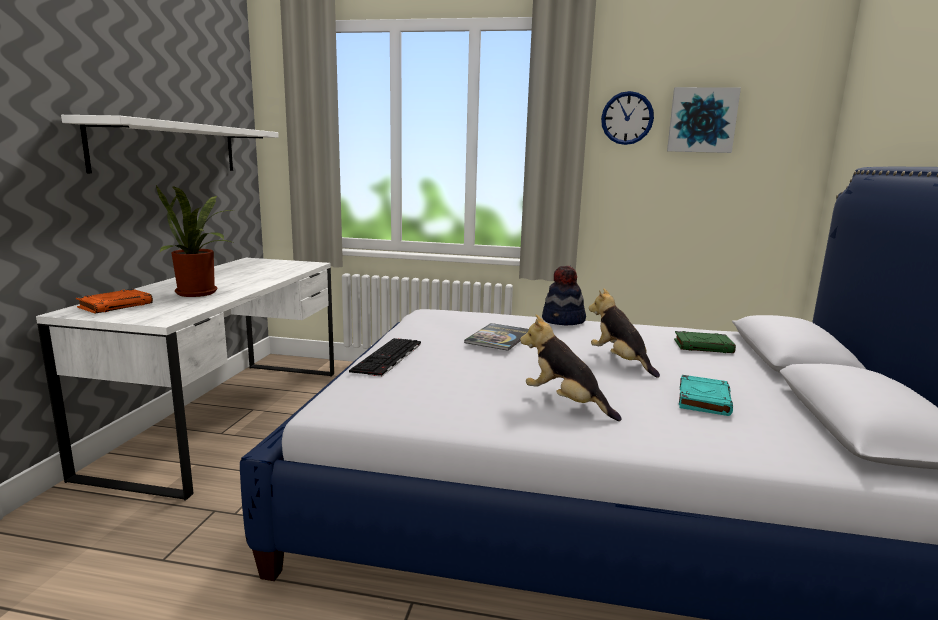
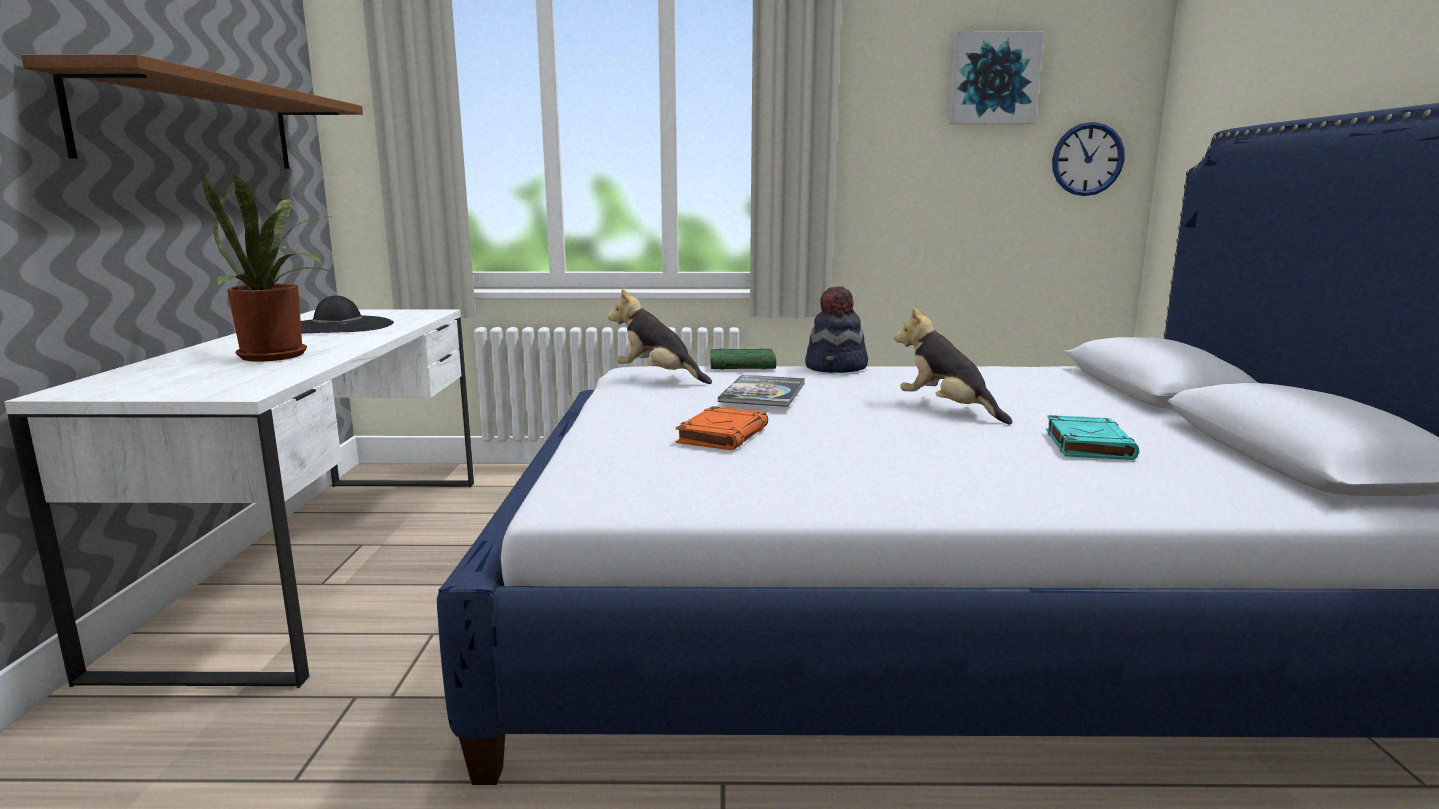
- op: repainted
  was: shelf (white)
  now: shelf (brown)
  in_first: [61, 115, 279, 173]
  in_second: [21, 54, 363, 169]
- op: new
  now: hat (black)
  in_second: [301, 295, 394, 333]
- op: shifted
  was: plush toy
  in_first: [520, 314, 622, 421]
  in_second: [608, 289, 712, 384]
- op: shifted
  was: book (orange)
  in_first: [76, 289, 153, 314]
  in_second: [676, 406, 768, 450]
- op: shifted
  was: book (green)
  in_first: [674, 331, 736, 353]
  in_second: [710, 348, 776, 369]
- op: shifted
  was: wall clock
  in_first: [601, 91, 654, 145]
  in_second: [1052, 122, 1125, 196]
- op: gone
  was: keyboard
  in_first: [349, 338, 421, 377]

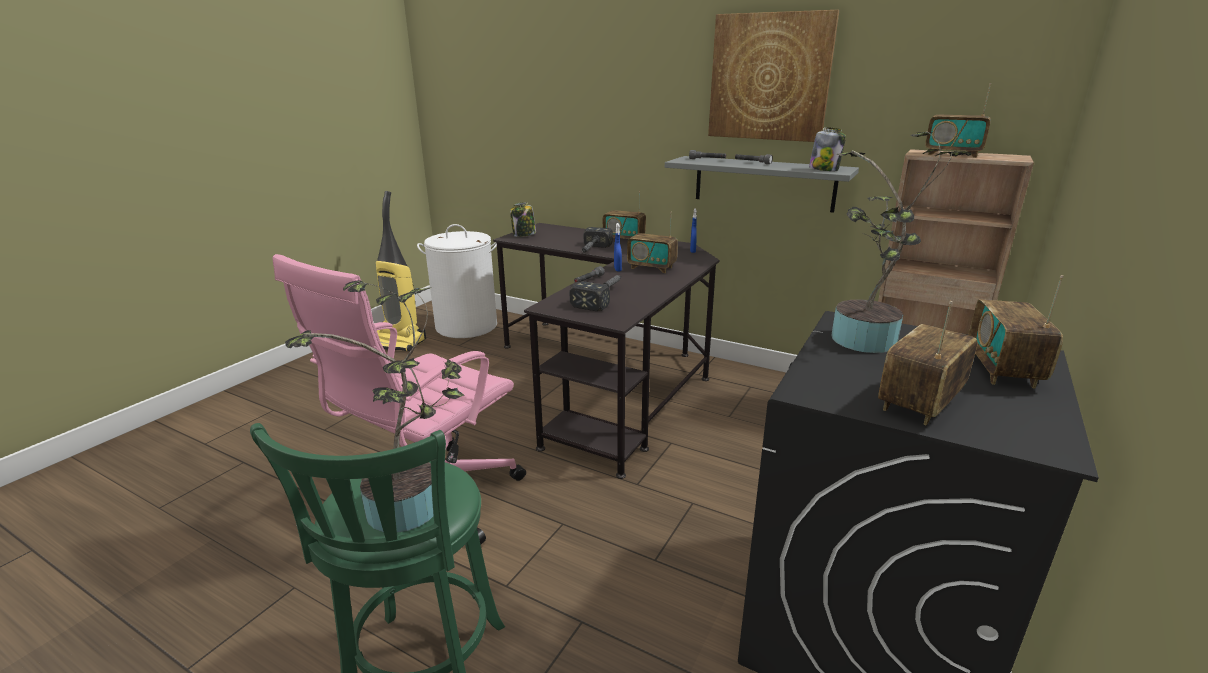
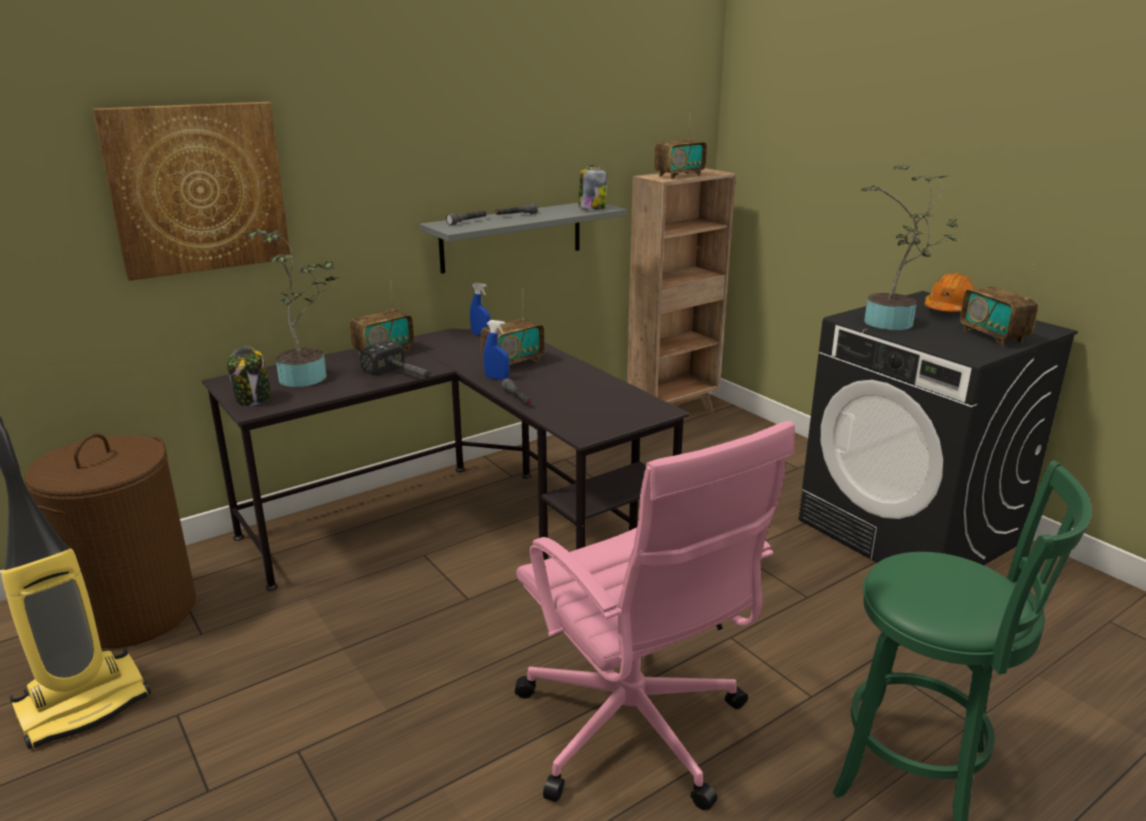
- op: repainted
  was: laundry basket (white)
  now: laundry basket (brown)
  in_first: [417, 224, 497, 338]
  in_second: [24, 433, 196, 648]
- op: shifted
  was: picture
  in_first: [708, 10, 839, 142]
  in_second: [93, 102, 290, 281]
- op: shifted
  was: potted plant
  in_first: [285, 280, 465, 533]
  in_second: [247, 229, 340, 387]
- op: swapped
  was: radio
  now: hard hat (orange)
  in_first: [968, 275, 1064, 389]
  in_second: [924, 273, 975, 312]
- op: gone
  was: hammer
  in_first: [569, 275, 622, 311]

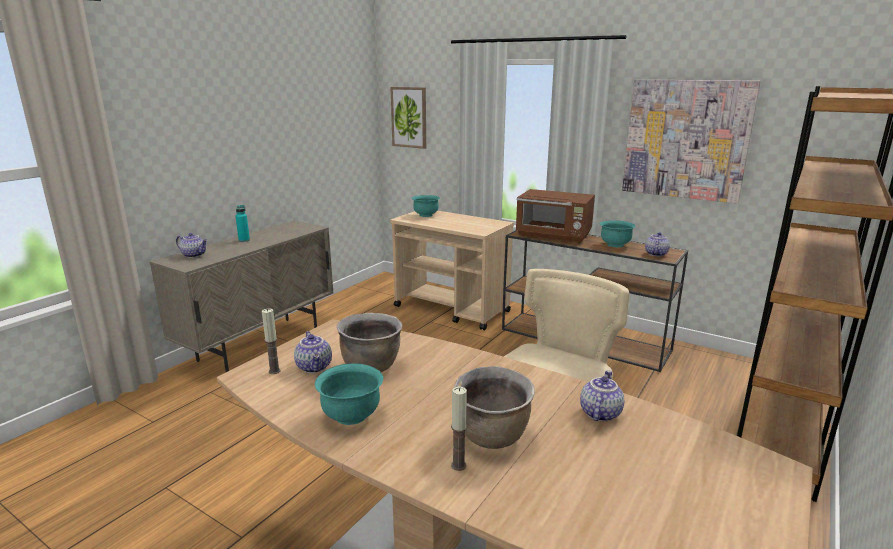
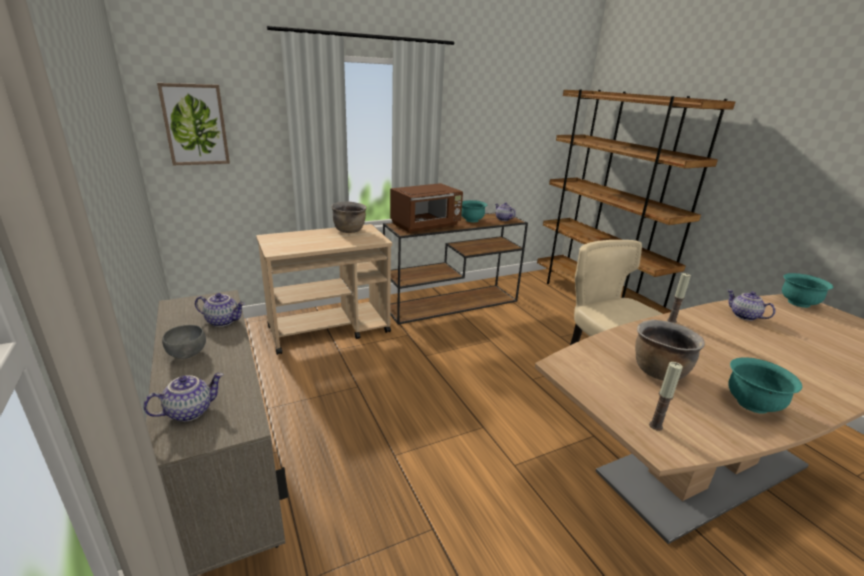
- op: swapped
  was: bottle (turquoise)
  now: bowl (grey)
  in_first: [235, 205, 250, 242]
  in_second: [162, 325, 206, 359]
- op: shifted
  was: teapot
  in_first: [294, 331, 332, 373]
  in_second: [195, 293, 245, 327]
- op: shifted
  was: cooking pot (brown)
  in_first: [454, 366, 535, 449]
  in_second: [331, 201, 367, 233]
- op: shifted
  was: candle
  in_first: [451, 387, 467, 471]
  in_second: [667, 273, 691, 323]
- op: shifted
  was: bowl (turquoise)
  in_first: [412, 195, 440, 217]
  in_second: [782, 273, 833, 308]
- op: gone
  was: picture
  in_first: [622, 79, 761, 203]

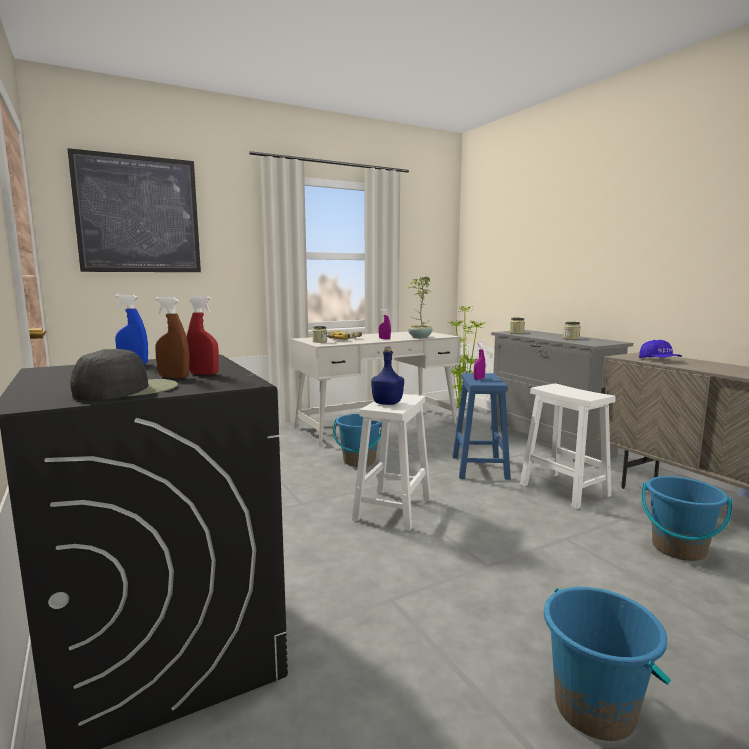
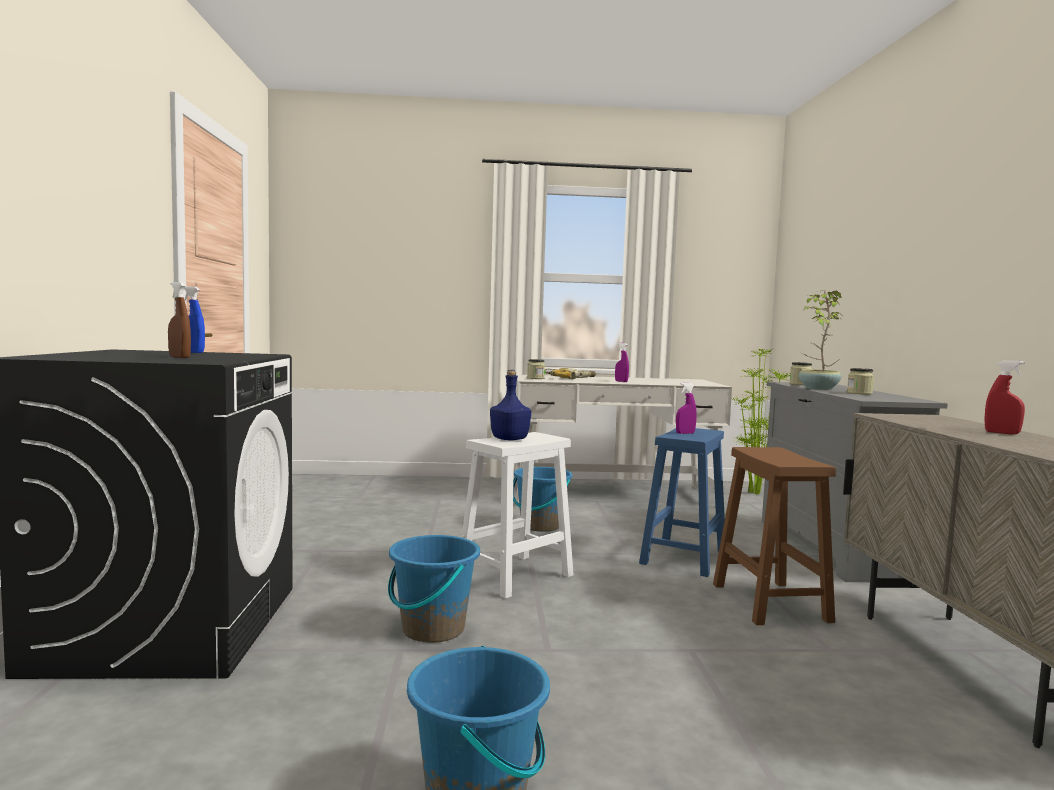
- op: shifted
  was: bucket (blue)
  in_first: [641, 476, 732, 561]
  in_second: [388, 535, 480, 643]
- op: repainted
  was: stool (white)
  now: stool (brown)
  in_first: [520, 384, 616, 509]
  in_second: [713, 447, 836, 625]
- op: shifted
  was: potted plant
  in_first: [408, 277, 432, 338]
  in_second: [799, 290, 843, 390]
- op: shifted
  was: spray bottle (red)
  in_first: [187, 296, 219, 375]
  in_second: [984, 360, 1025, 434]
- op: gone
  was: picture
  in_first: [67, 148, 201, 272]
- op: gone
  was: cap (black)
  in_first: [70, 349, 178, 401]
- op: gone
  was: cap (blue)
  in_first: [639, 340, 682, 358]

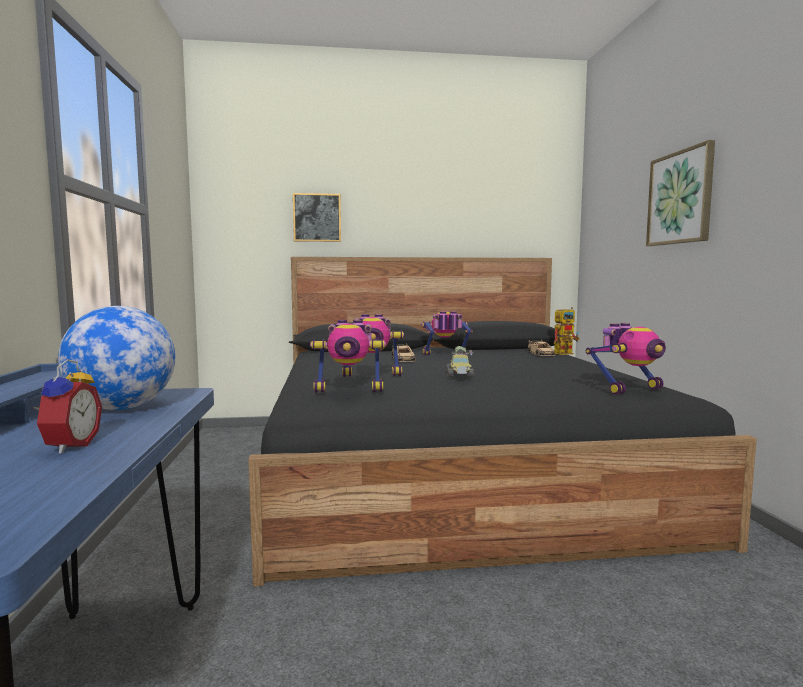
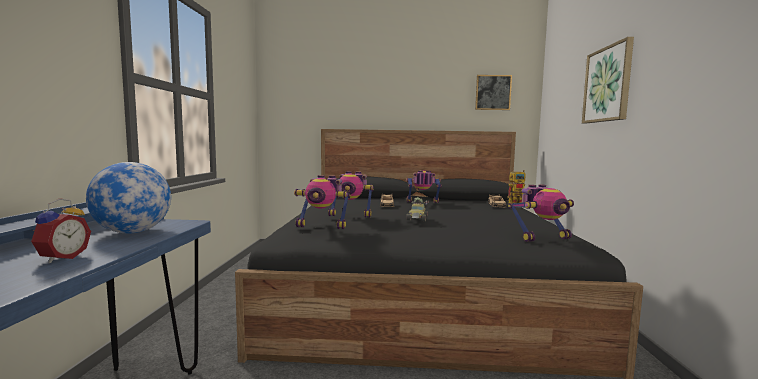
- op: shifted
  was: picture
  in_first: [293, 193, 341, 242]
  in_second: [475, 75, 512, 110]

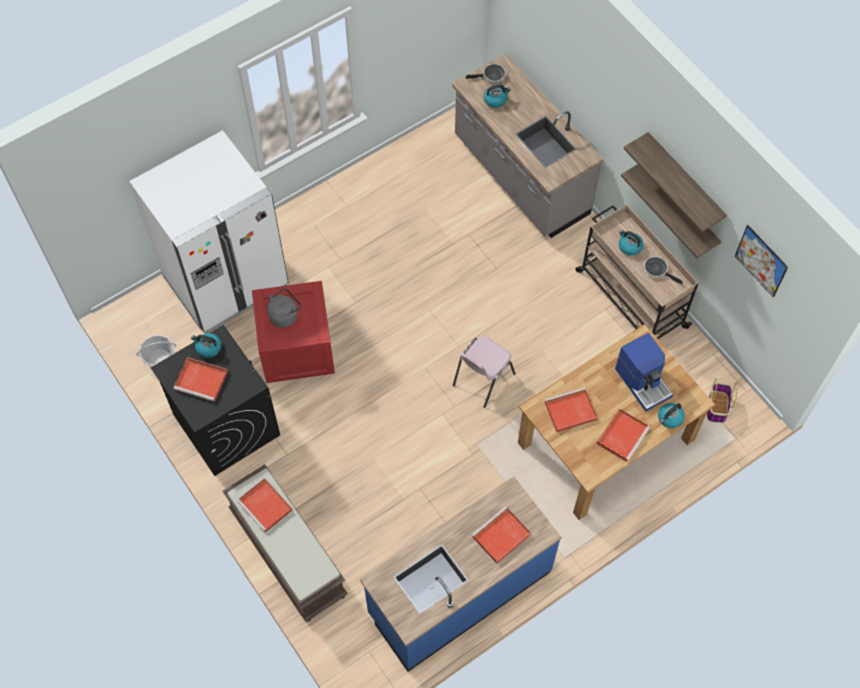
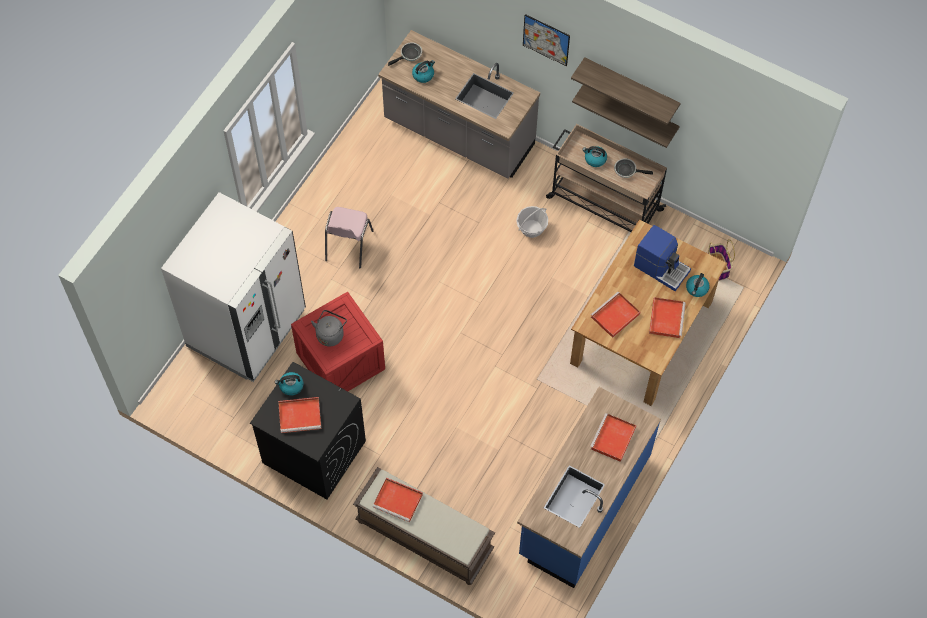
- op: shifted
  was: chair (pink)
  in_first: [453, 336, 515, 408]
  in_second: [325, 207, 374, 269]
- op: shifted
  was: basket
  in_first: [136, 335, 176, 367]
  in_second: [516, 206, 548, 238]
- op: shifted
  was: picture
  in_first: [735, 225, 788, 297]
  in_second: [523, 14, 570, 66]

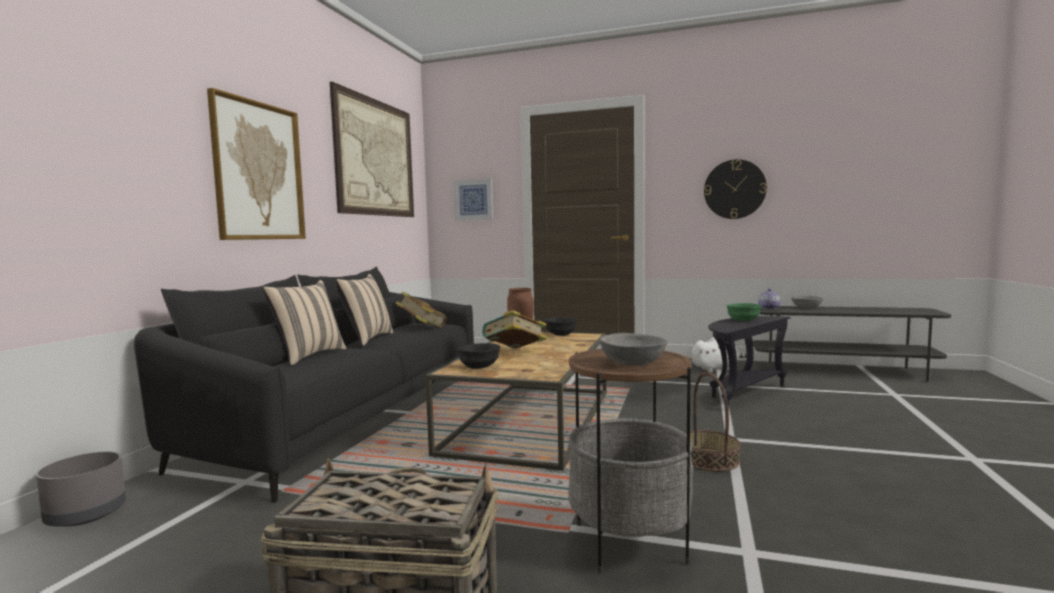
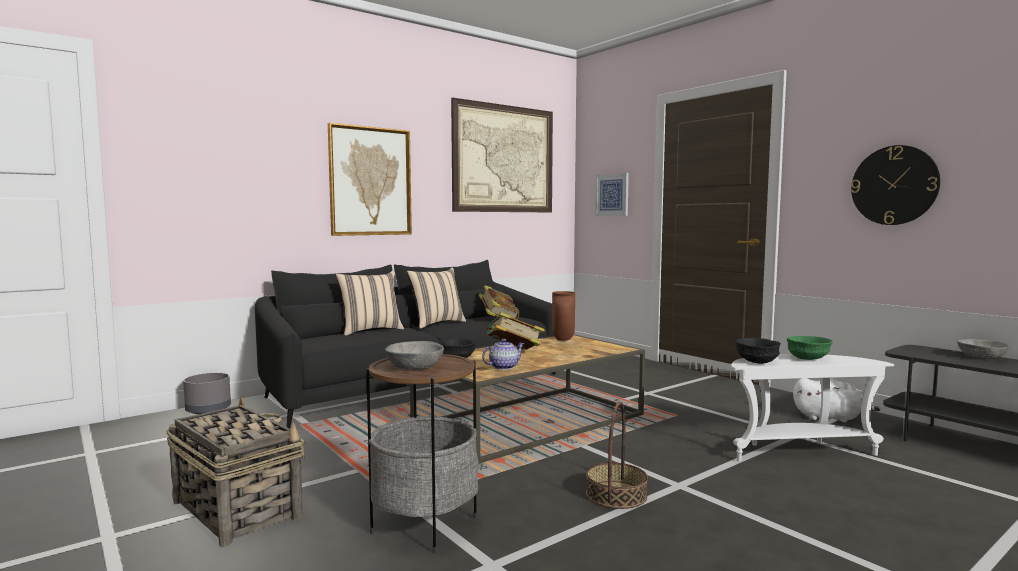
- op: shifted
  was: teapot
  in_first: [758, 289, 781, 309]
  in_second: [482, 339, 525, 370]
- op: repainted
  was: side table (black)
  now: side table (white)
  in_first: [708, 316, 791, 409]
  in_second: [731, 354, 894, 461]
- op: shifted
  was: bowl (black)
  in_first: [544, 317, 576, 336]
  in_second: [735, 338, 781, 364]

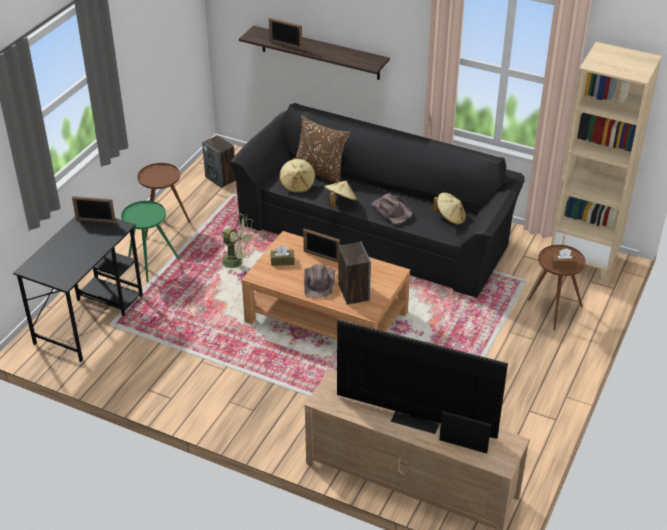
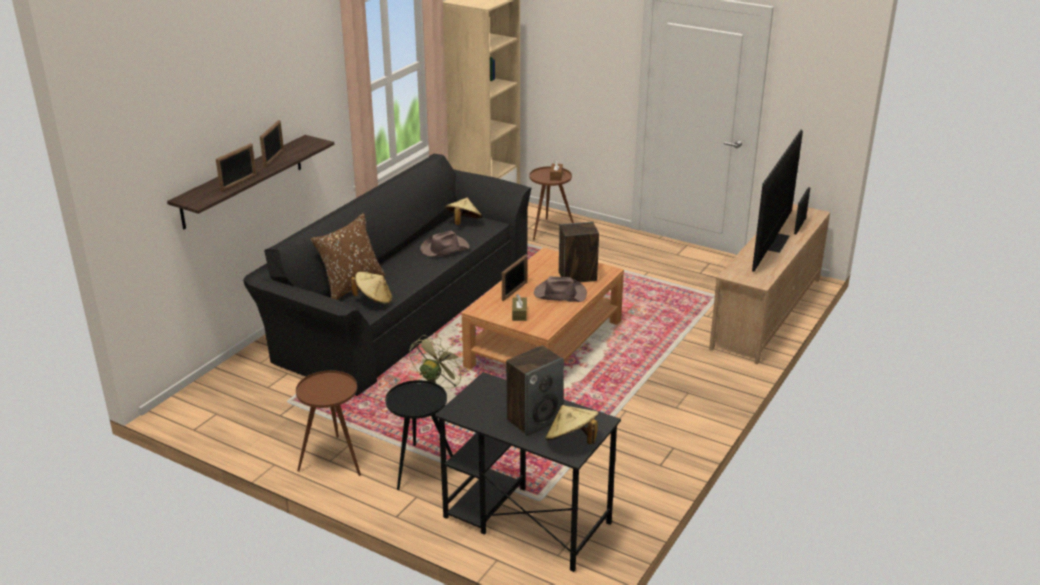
- op: shifted
  was: picture frame
  in_first: [72, 196, 116, 223]
  in_second: [260, 120, 284, 168]
- op: repainted
  was: side table (green)
  now: side table (black)
  in_first: [121, 201, 179, 283]
  in_second: [385, 380, 453, 490]
- op: shifted
  was: speaker
  in_first: [202, 135, 236, 188]
  in_second: [506, 345, 564, 436]
- op: shifted
  was: hat (beige)
  in_first: [324, 181, 358, 207]
  in_second: [545, 405, 599, 444]

